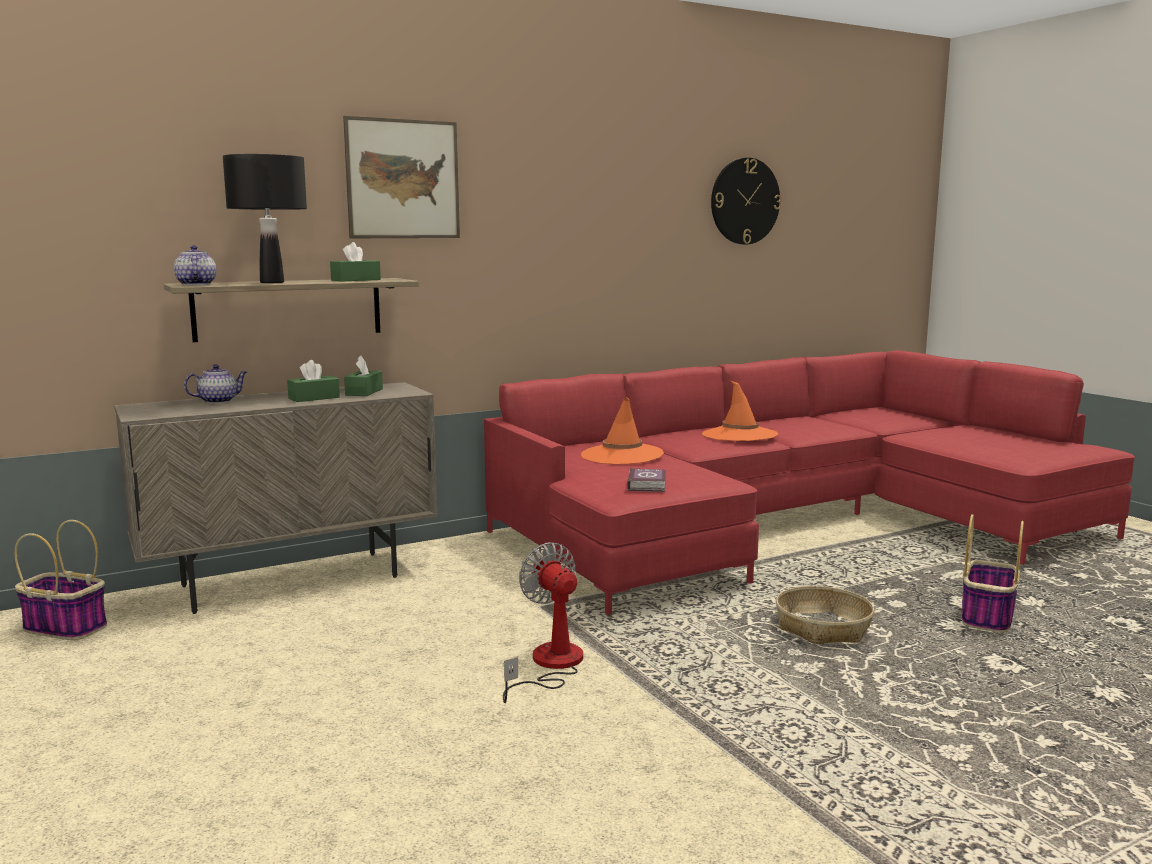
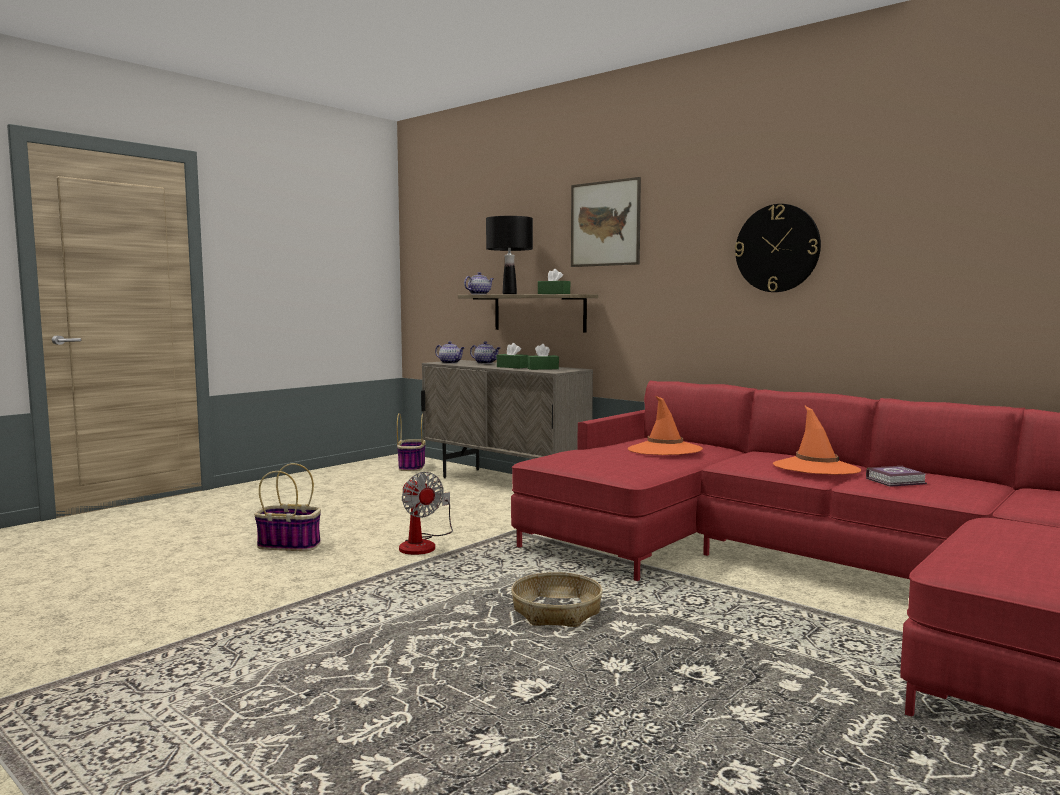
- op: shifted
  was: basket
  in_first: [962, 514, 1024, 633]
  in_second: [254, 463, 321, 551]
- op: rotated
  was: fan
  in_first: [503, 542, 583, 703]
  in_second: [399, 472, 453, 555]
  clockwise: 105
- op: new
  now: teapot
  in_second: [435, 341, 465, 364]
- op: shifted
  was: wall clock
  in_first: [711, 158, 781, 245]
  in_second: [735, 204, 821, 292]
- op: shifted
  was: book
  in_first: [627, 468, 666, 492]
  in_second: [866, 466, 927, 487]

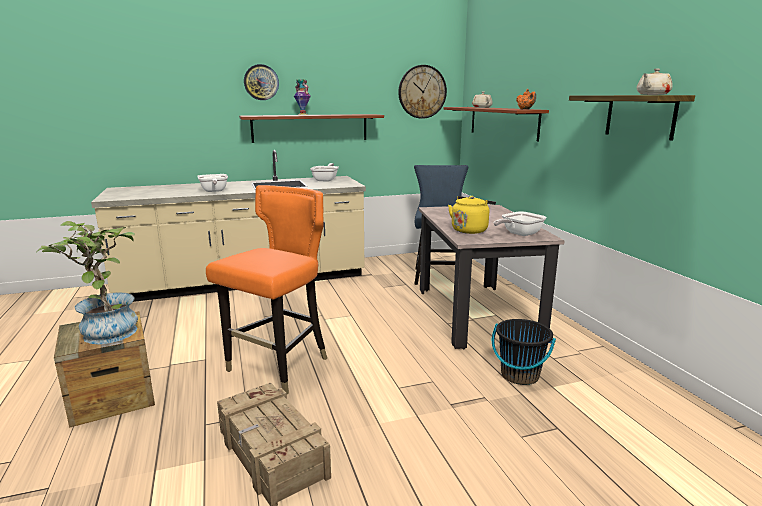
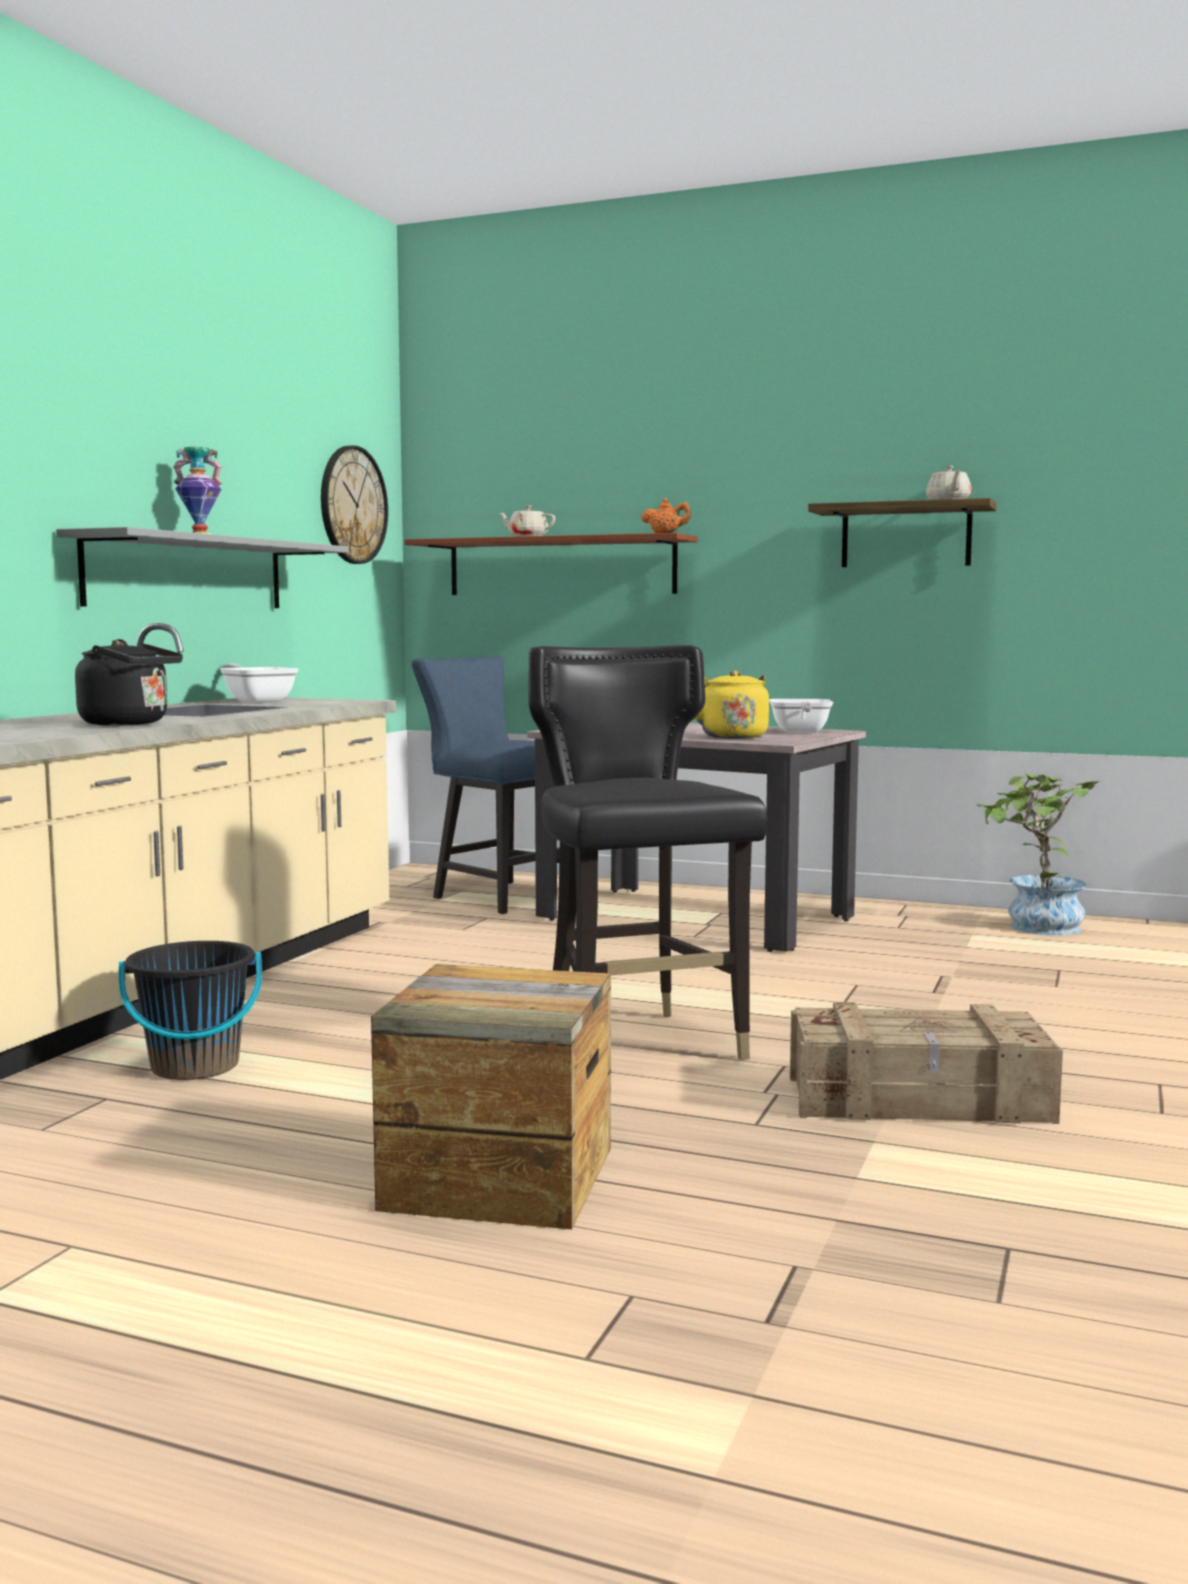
- op: repainted
  was: shelf (brown)
  now: shelf (grey)
  in_first: [239, 114, 384, 143]
  in_second: [56, 527, 349, 608]
- op: swapped
  was: frying pan
  now: kettle (black)
  in_first: [198, 174, 228, 192]
  in_second: [75, 639, 183, 726]
- op: shifted
  was: bucket (black)
  in_first: [492, 319, 556, 385]
  in_second: [119, 941, 262, 1080]
- op: repainted
  was: chair (orange)
  now: chair (black)
  in_first: [206, 185, 327, 394]
  in_second: [528, 645, 767, 1060]
- op: shifted
  was: potted plant
  in_first: [36, 221, 138, 344]
  in_second: [977, 773, 1102, 935]
- op: gone
  was: wall clock
  in_first: [244, 64, 279, 100]

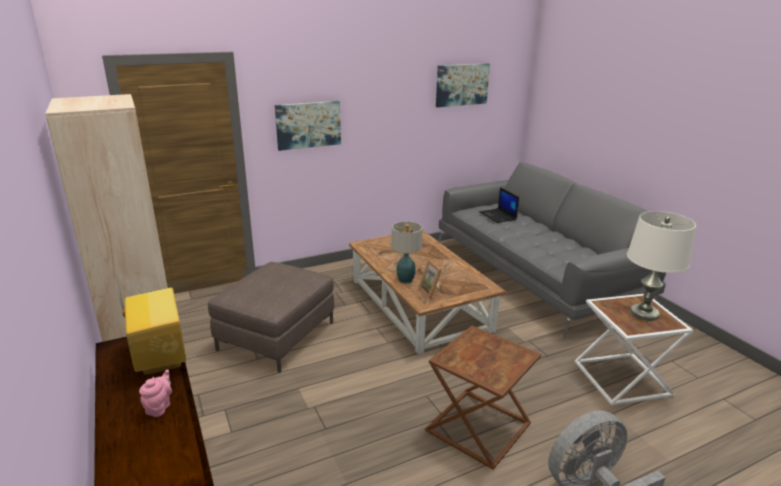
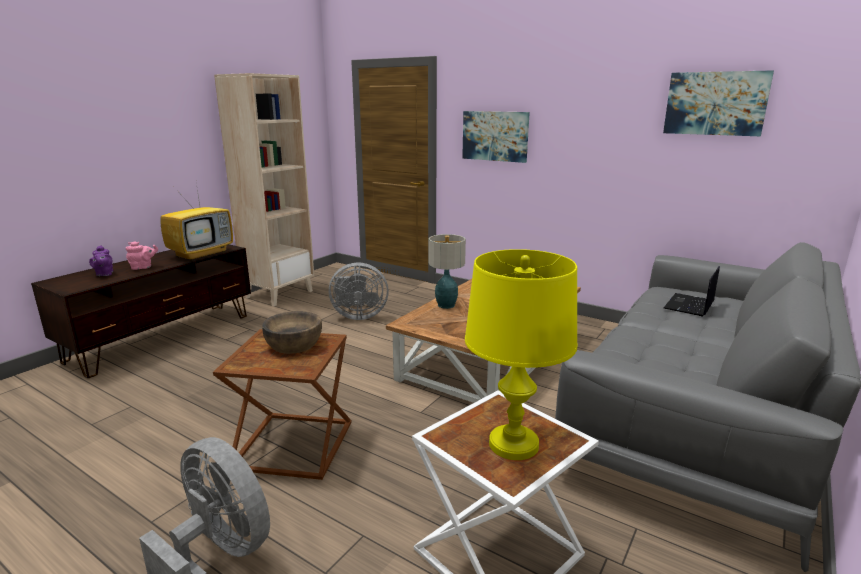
- op: new
  now: teapot (purple)
  in_second: [89, 245, 113, 276]
- op: new
  now: bowl (brown)
  in_second: [262, 311, 322, 354]
- op: swapped
  was: ottoman (brown)
  now: fan (grey)
  in_first: [208, 262, 334, 373]
  in_second: [329, 262, 389, 320]
- op: repainted
  was: table lamp (white)
  now: table lamp (yellow)
  in_first: [627, 211, 696, 321]
  in_second: [465, 249, 578, 460]
- op: gone
  was: picture frame
  in_first: [418, 260, 442, 299]

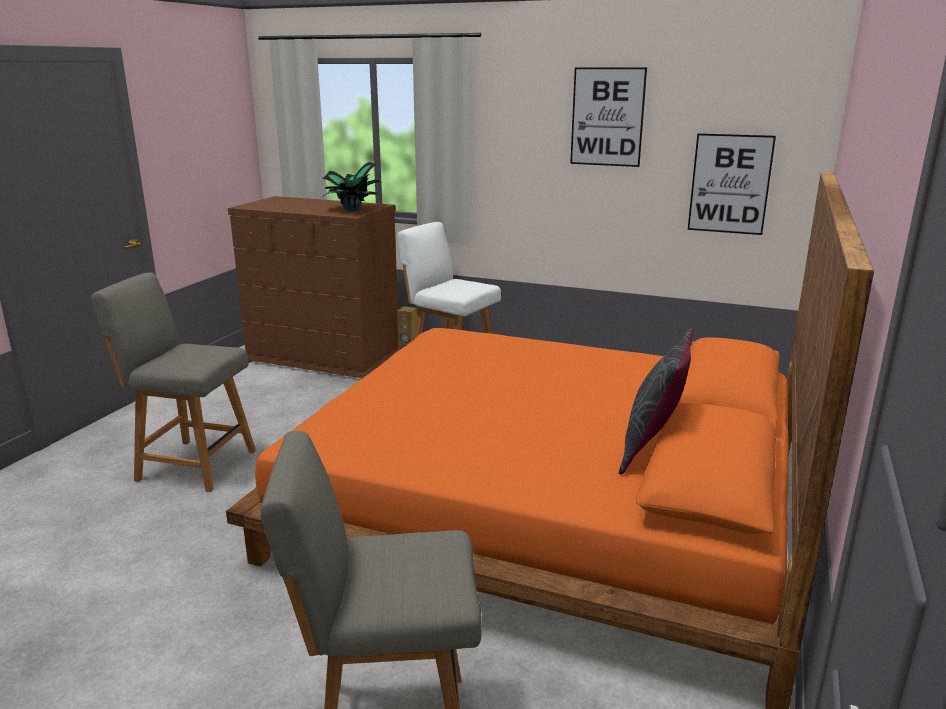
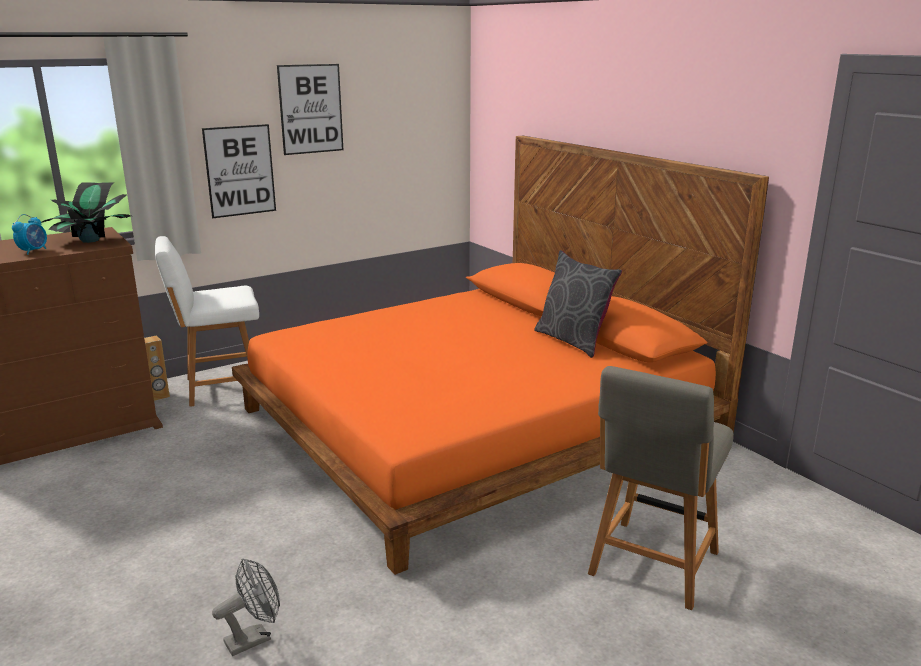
- op: new
  now: alarm clock
  in_second: [12, 214, 47, 255]
- op: shifted
  was: picture
  in_first: [688, 133, 776, 235]
  in_second: [202, 124, 276, 218]
- op: new
  now: fan (grey)
  in_second: [212, 558, 280, 656]
- op: gone
  was: chair (grey)
  in_first: [91, 272, 256, 492]

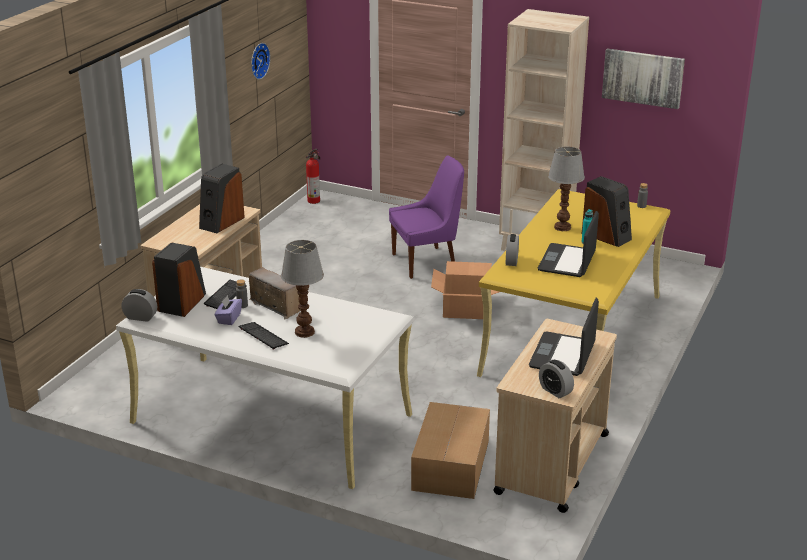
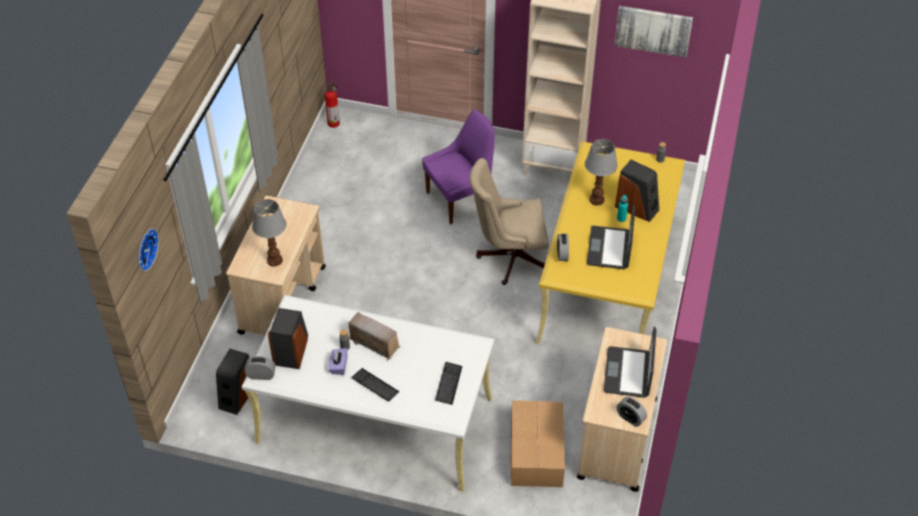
- op: shifted
  was: wall clock
  in_first: [251, 43, 271, 80]
  in_second: [138, 229, 159, 271]
- op: shifted
  was: speaker
  in_first: [199, 163, 245, 233]
  in_second: [216, 349, 250, 415]
- op: shifted
  was: table lamp
  in_first: [281, 240, 324, 338]
  in_second: [252, 199, 286, 267]
- op: shifted
  was: keyboard
  in_first: [204, 280, 247, 309]
  in_second: [435, 362, 462, 405]
- op: swapped
  was: cardboard box
  now: office chair (beige)
  in_first: [431, 261, 499, 319]
  in_second: [469, 158, 549, 285]

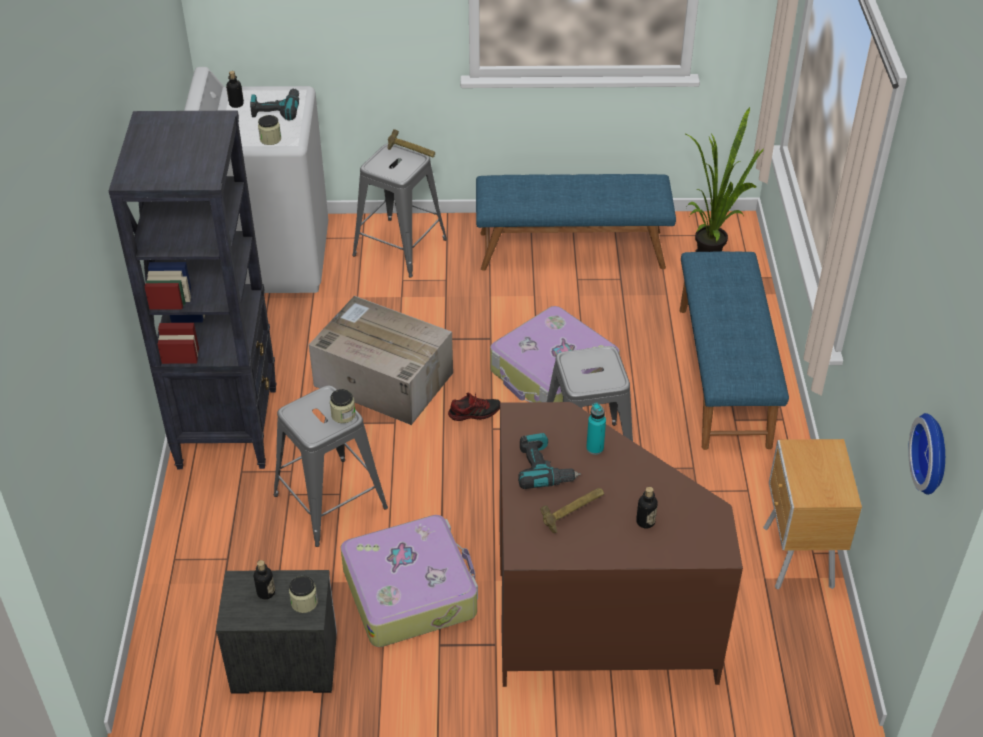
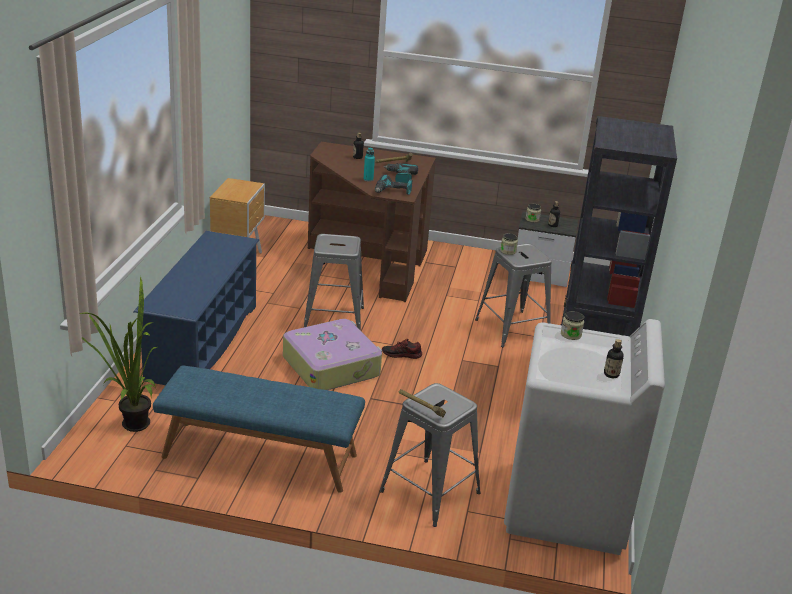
- op: swapped
  was: bench (blue)
  now: shoe rack (blue)
  in_first: [680, 251, 789, 450]
  in_second: [133, 231, 259, 385]
- op: shifted
  was: power drill
  in_first: [250, 89, 299, 121]
  in_second: [375, 175, 412, 195]
- op: gone
  was: cardboard box
  in_first: [309, 296, 453, 425]
- op: gone
  was: suitcase
  in_first: [340, 515, 478, 647]
- op: gone
  was: wall clock
  in_first: [908, 413, 945, 495]

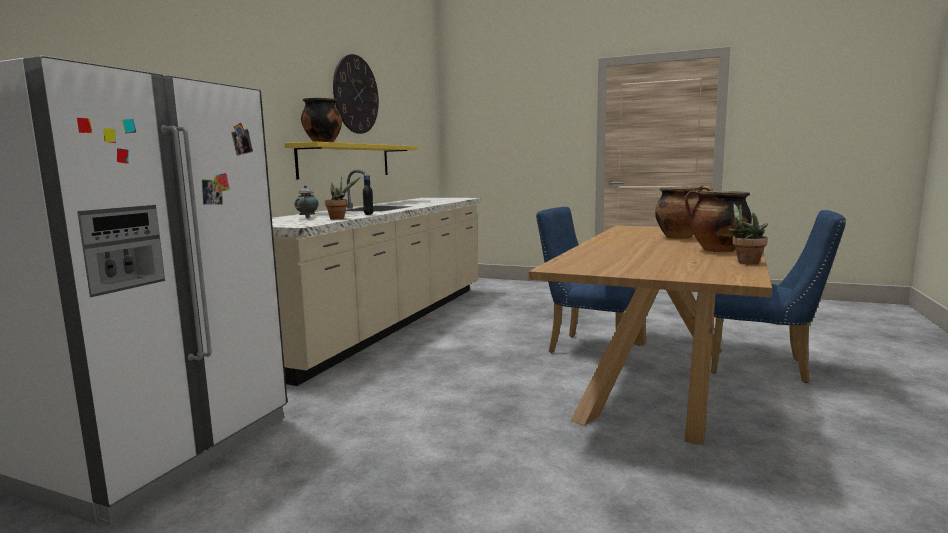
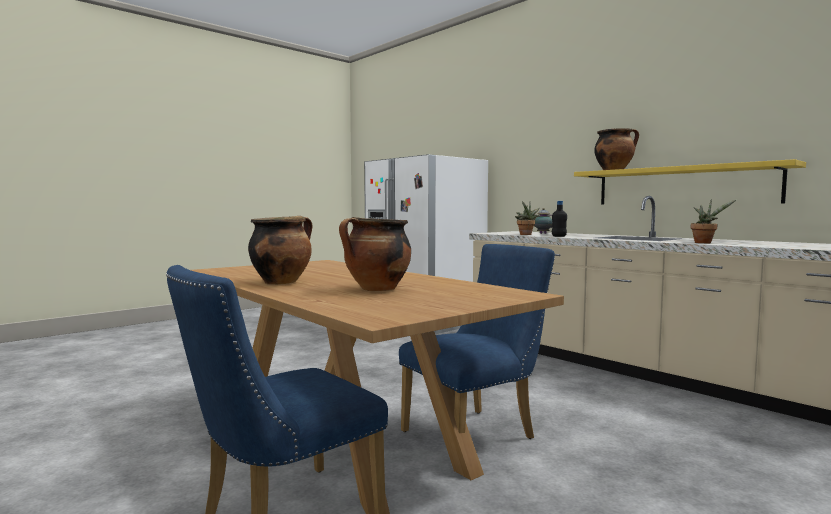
- op: shifted
  was: potted plant
  in_first: [728, 203, 768, 265]
  in_second: [691, 199, 737, 243]
- op: gone
  was: wall clock
  in_first: [333, 54, 379, 134]

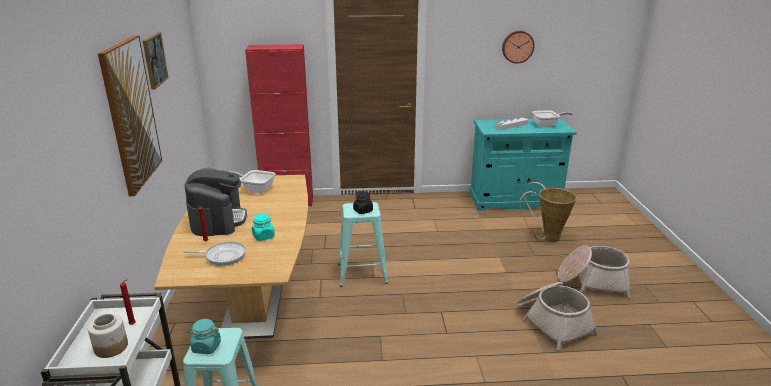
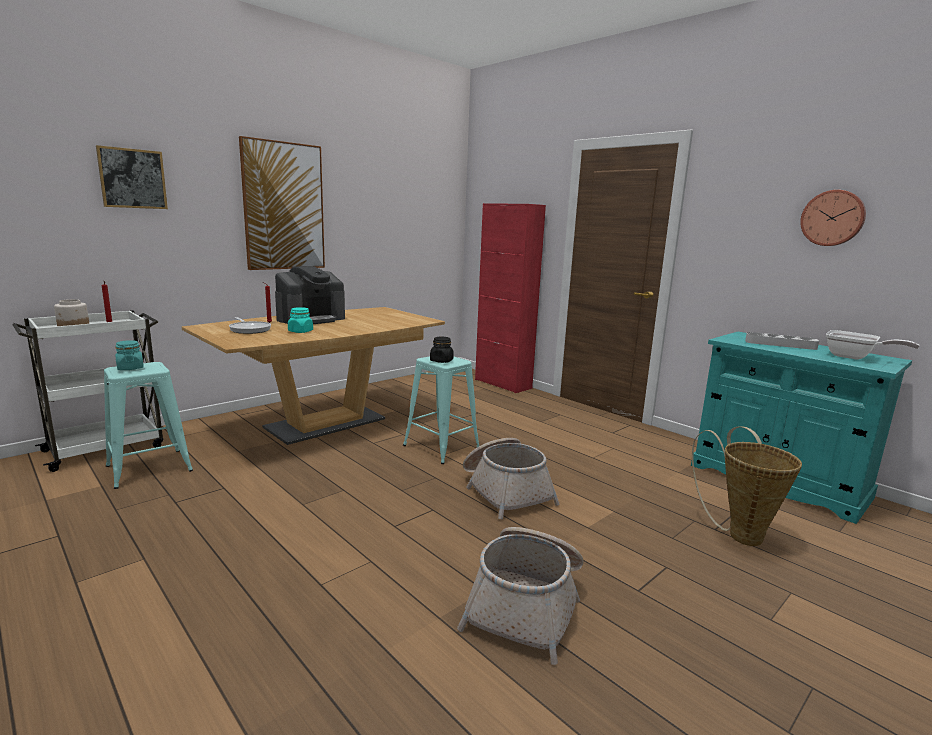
- op: shifted
  was: picture
  in_first: [143, 32, 169, 90]
  in_second: [96, 145, 168, 209]
- op: shifted
  was: basket
  in_first: [558, 245, 631, 298]
  in_second: [463, 438, 559, 519]
- op: gone
  was: frying pan
  in_first: [228, 170, 275, 193]

